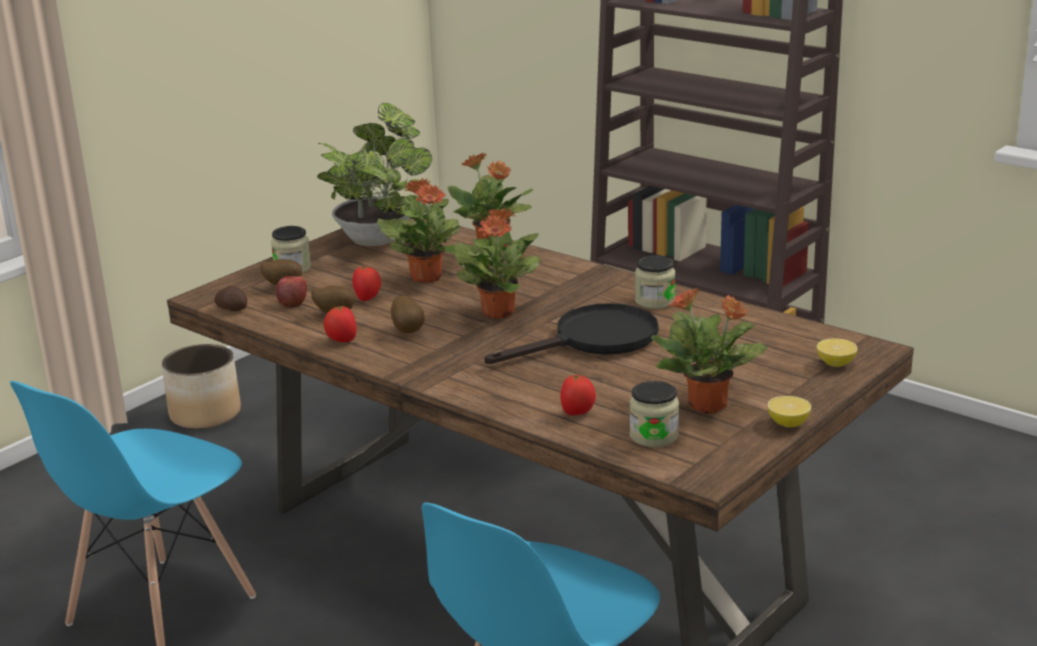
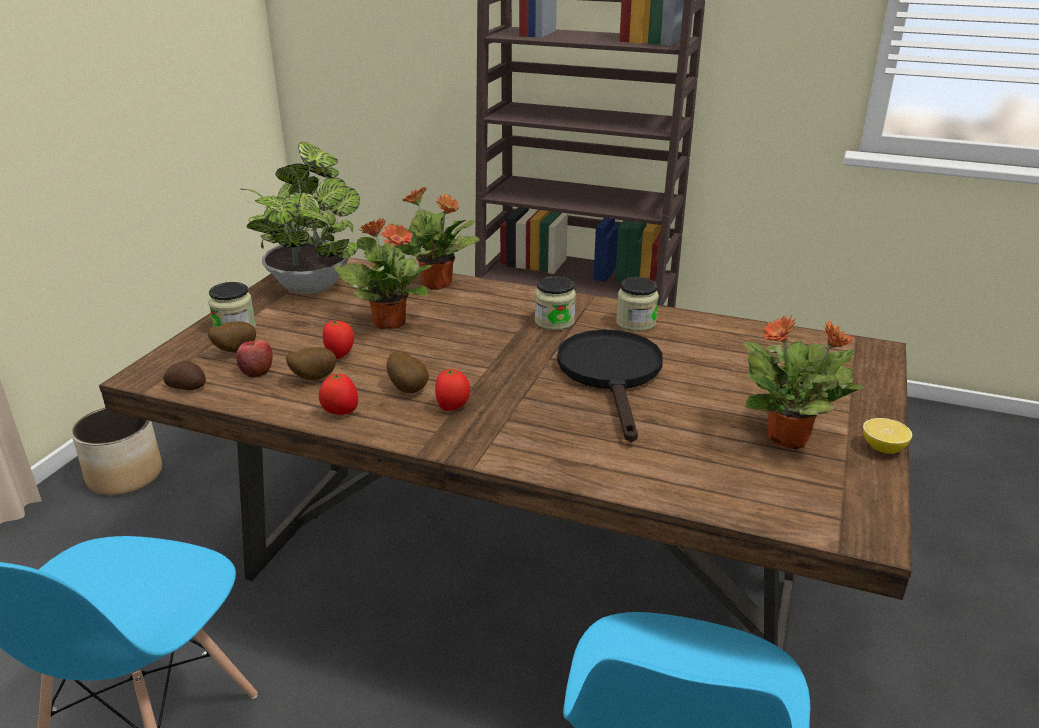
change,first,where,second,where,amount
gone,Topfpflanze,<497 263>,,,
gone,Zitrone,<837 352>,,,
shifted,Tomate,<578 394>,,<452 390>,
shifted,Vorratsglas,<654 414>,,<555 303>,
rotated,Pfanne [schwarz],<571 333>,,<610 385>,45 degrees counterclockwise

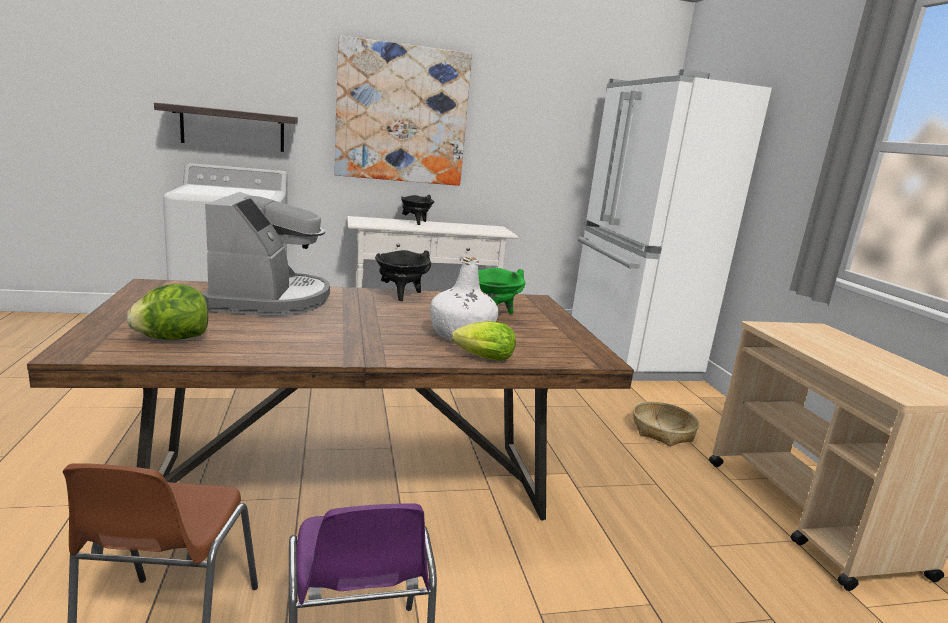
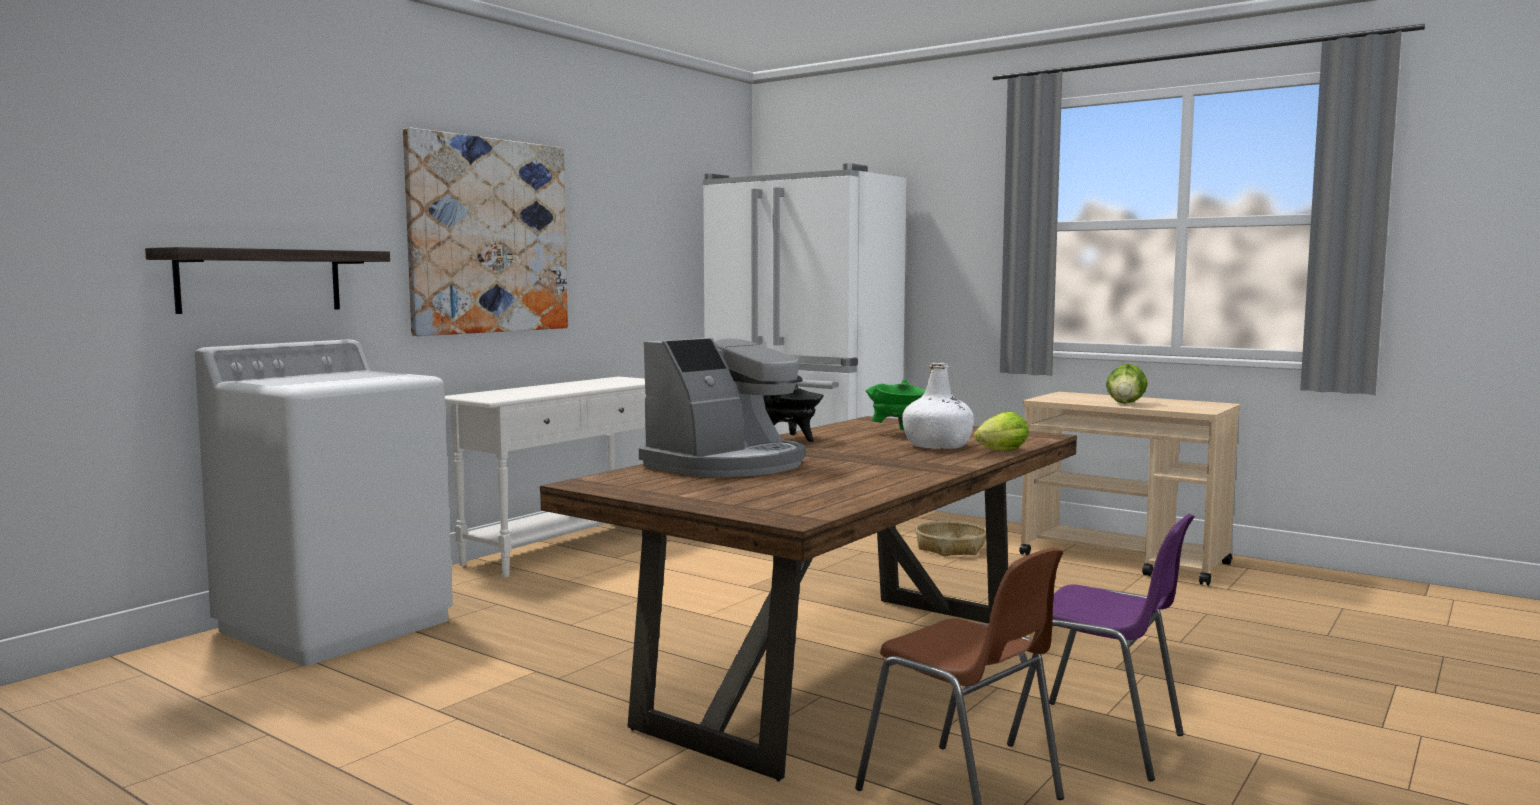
change,first,where,second,where,amount
gone,Kochtopf [schwarz],<417 210>,,,
shifted,Salatkopf,<168 312>,,<1127 384>,
rotated,Kaffeemaschine,<266 254>,,<722 406>,90 degrees clockwise

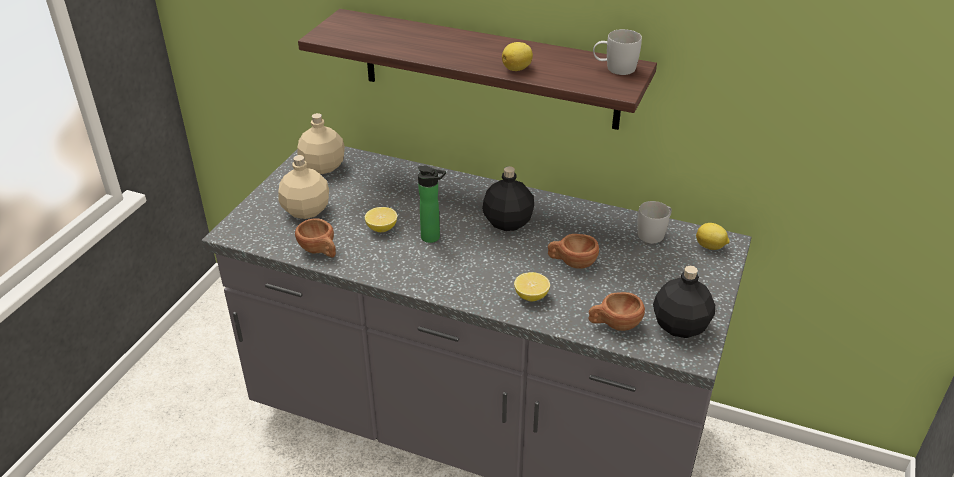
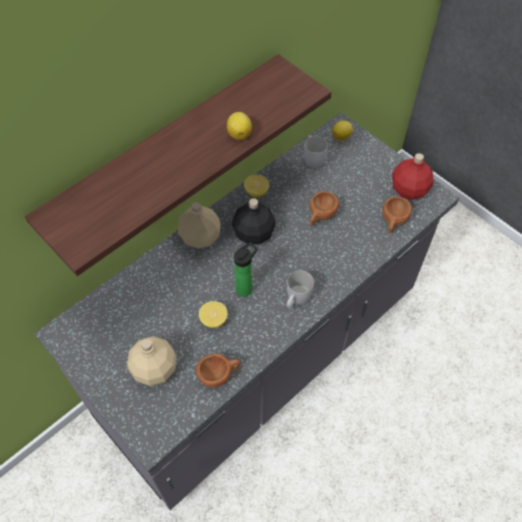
change,first,where,second,where,amount
shifted,Flasche [beige],<321 143>,,<199 225>,
shifted,Zitrone,<532 286>,,<256 186>,
shifted,Henkelbecher [weiß],<617 52>,,<300 289>,
repainted,Flasche [schwarz],<684 302>,Flasche [rot],<413 176>,

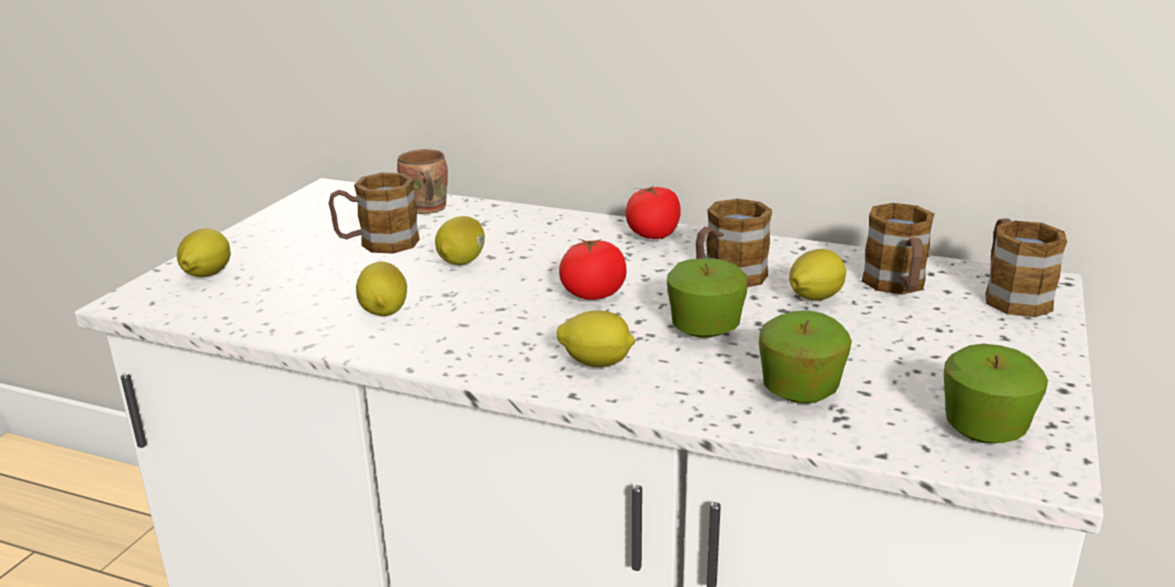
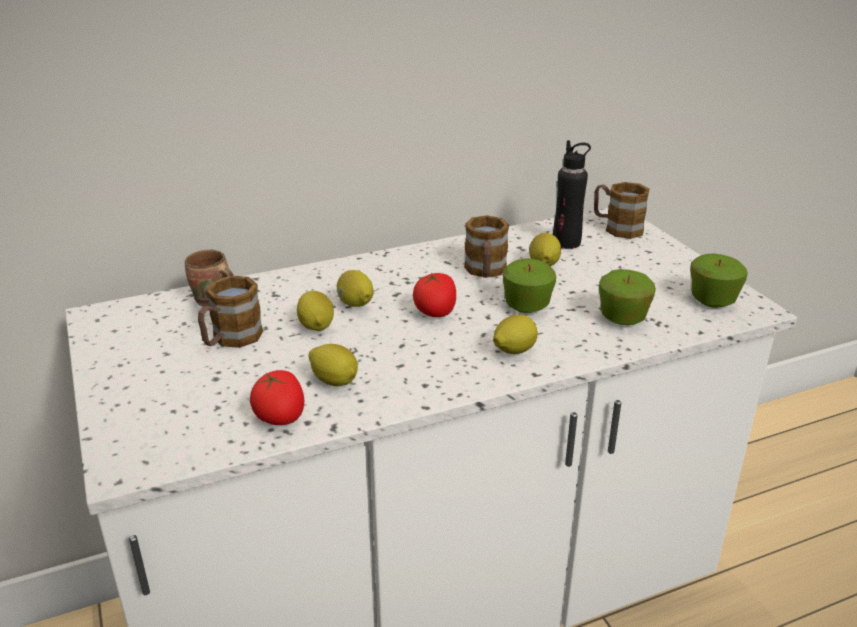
change,first,where,second,where,amount
shifted,Zitrone,<204 252>,,<355 288>,
shifted,Tomate,<653 212>,,<277 397>,
swapped,Henkelbecher,<898 249>,Flasche [schwarz],<572 194>,

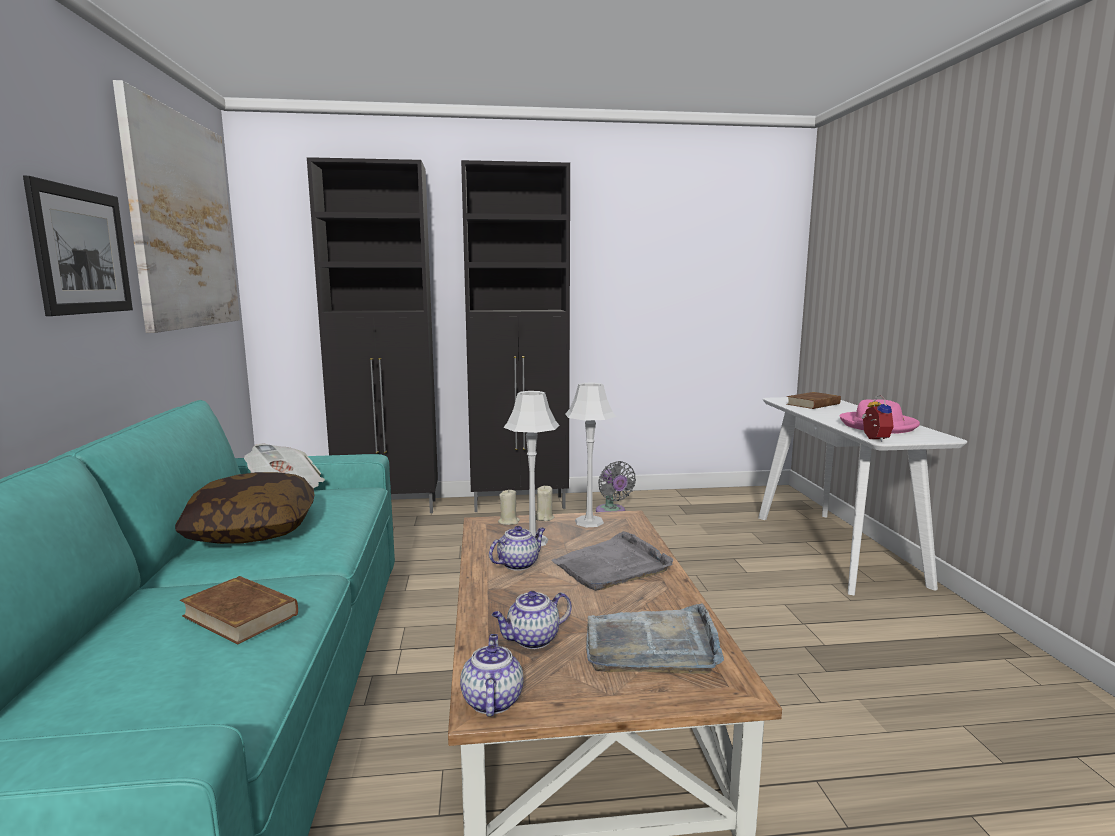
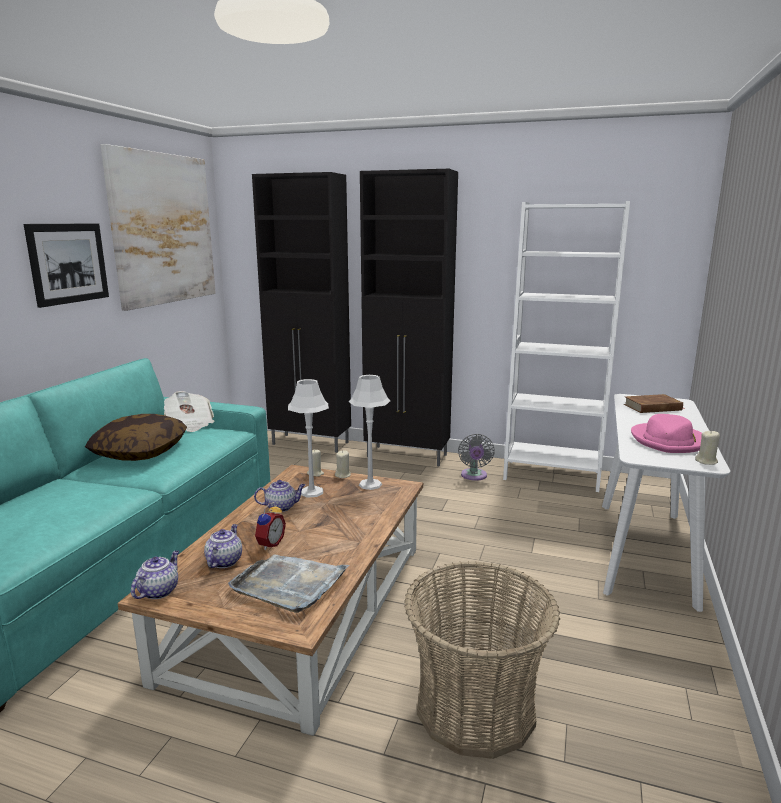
change,first,where,second,where,amount
gone,Buch [braun],<239 610>,,,
gone,Tablett [grau],<612 561>,,,
new,,,Korb,<482 660>,
new,,,Bücherregal [weiß],<566 346>,
new,,,Kerze [beige],<707 447>,
shifted,Wecker,<877 418>,,<270 526>,
rotated,Teekanne,<532 620>,,<223 546>,105 degrees clockwise

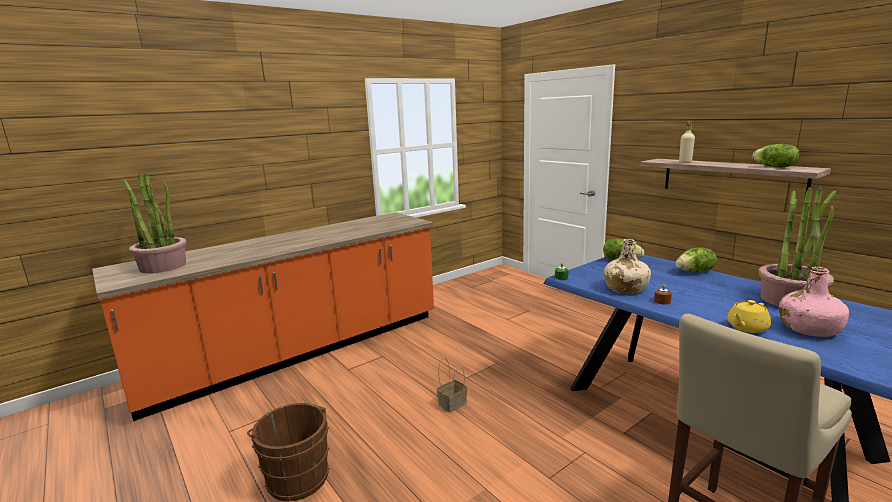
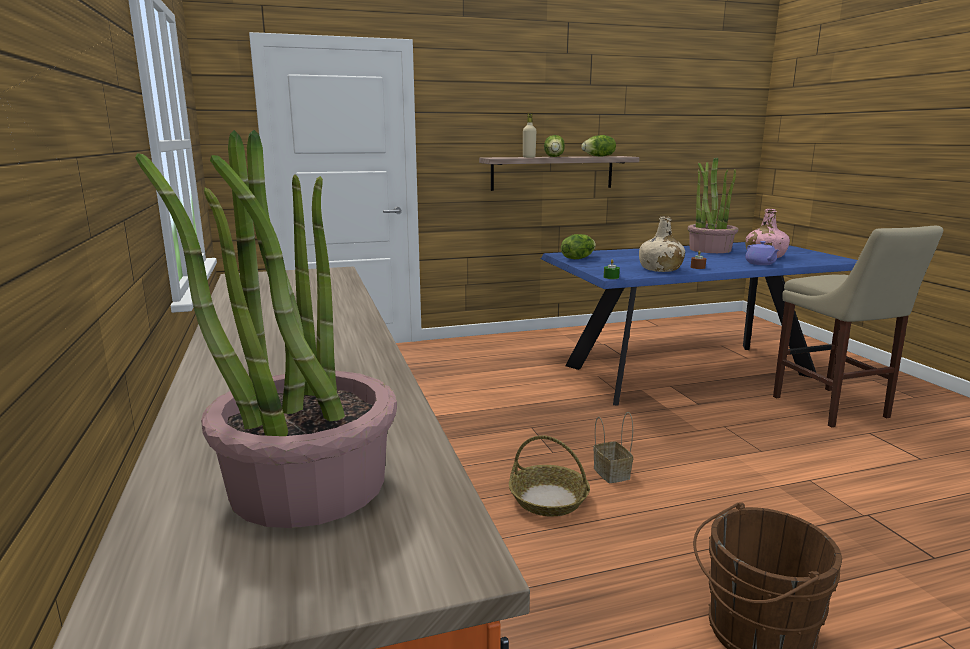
change,first,where,second,where,amount
new,,,Korb,<549 475>,
shifted,Salatkopf,<696 259>,,<554 146>,
repainted,Teekanne [gelb],<749 316>,Teekanne [lila],<762 253>,

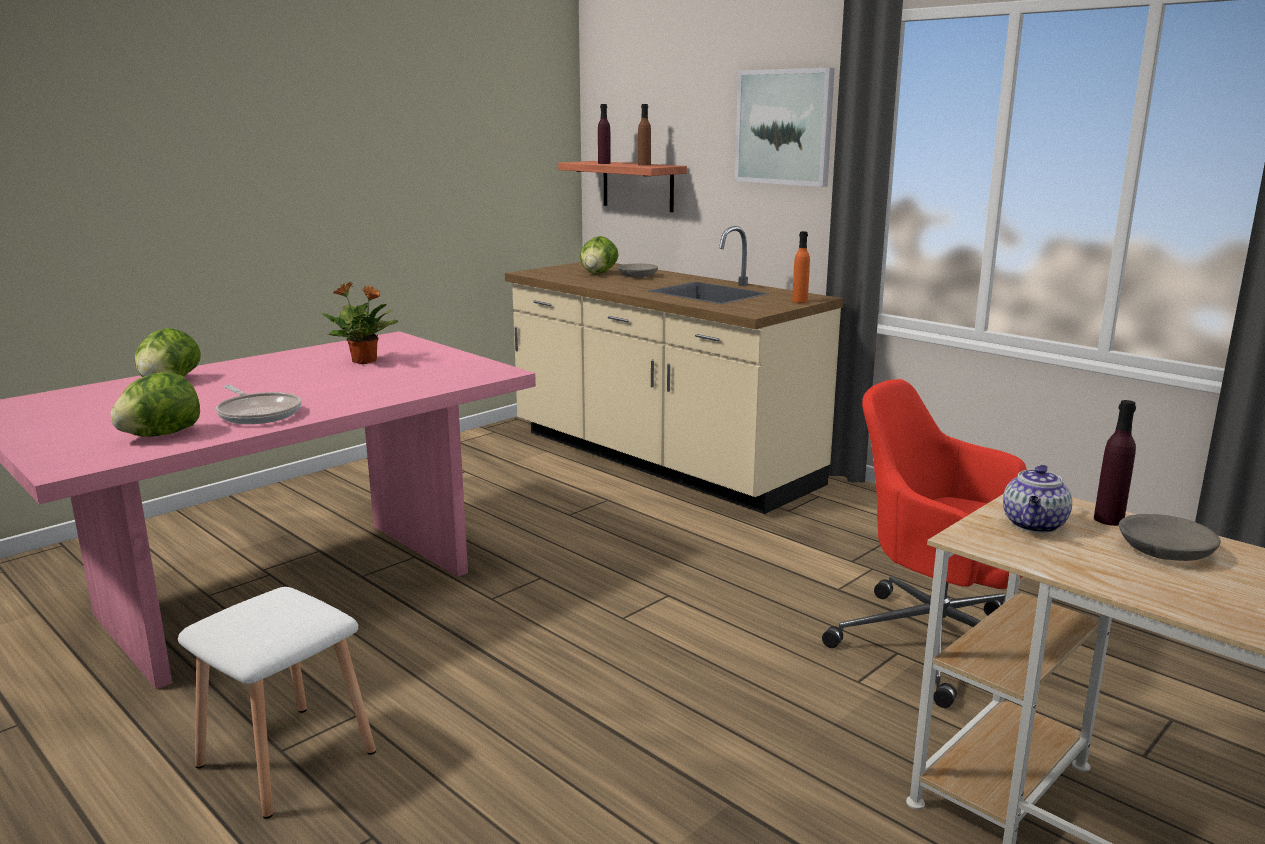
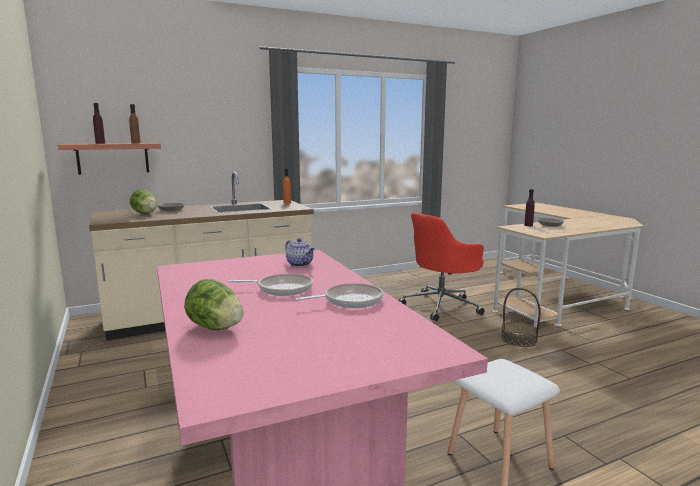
change,first,where,second,where,amount
gone,Salatkopf,<155 404>,,,
gone,Topfpflanze,<360 323>,,,
gone,Bild,<785 127>,,,
new,,,Pfanne,<271 285>,
new,,,Korb,<521 317>,
shifted,Teekanne,<1037 499>,,<299 252>,

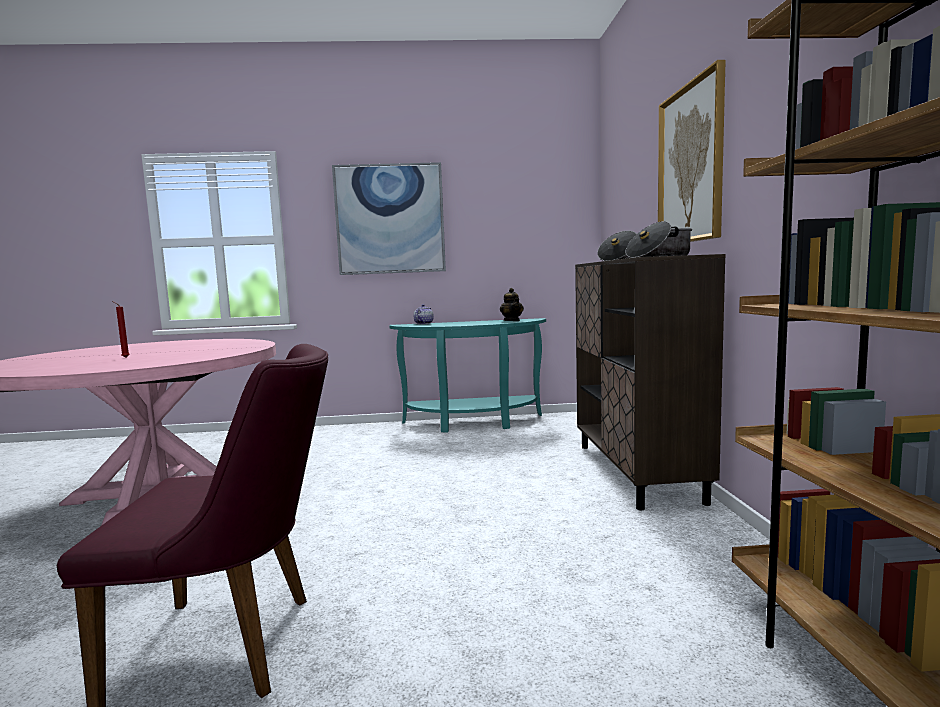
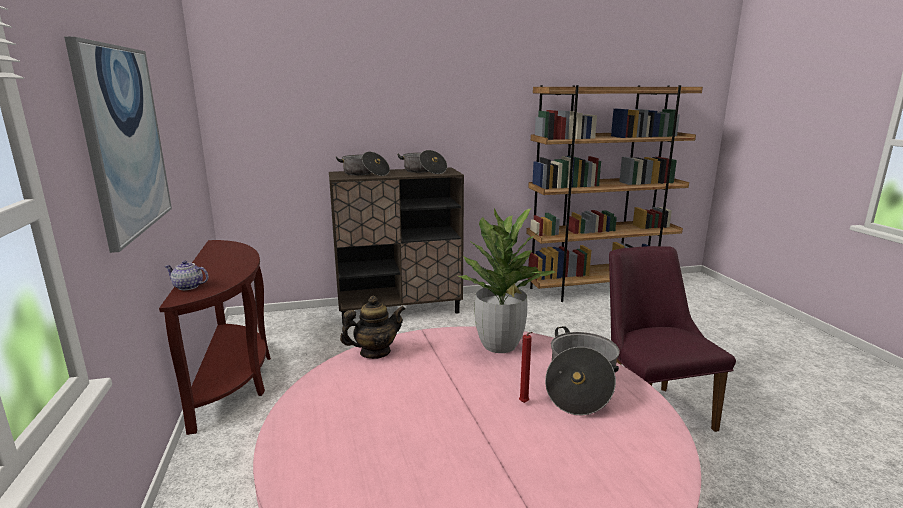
change,first,where,second,where,amount
gone,Bild,<692 151>,,,
new,,,Topfpflanze,<506 280>,
new,,,Kochtopf,<582 371>,
shifted,Teekanne,<512 304>,,<372 327>,
repainted,Konsolentisch [türkis],<467 375>,Konsolentisch [braun],<215 337>,

